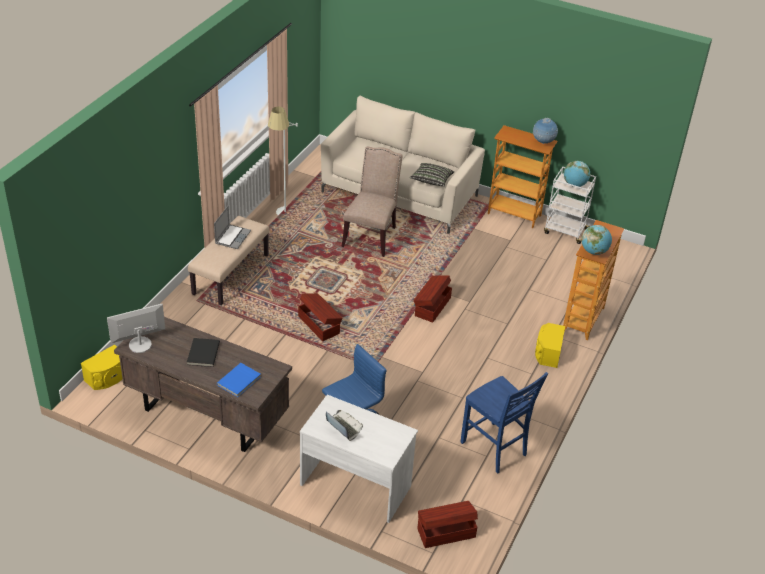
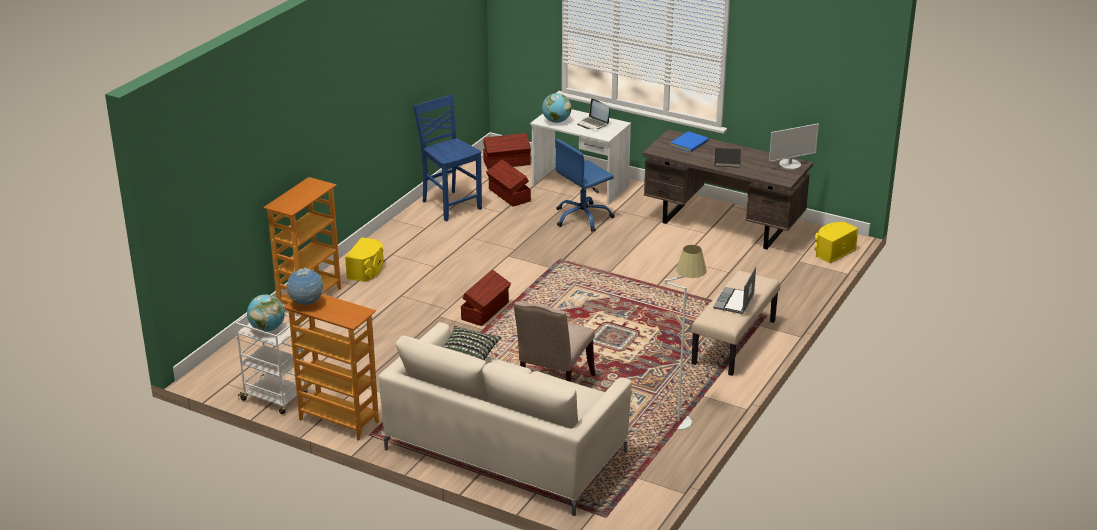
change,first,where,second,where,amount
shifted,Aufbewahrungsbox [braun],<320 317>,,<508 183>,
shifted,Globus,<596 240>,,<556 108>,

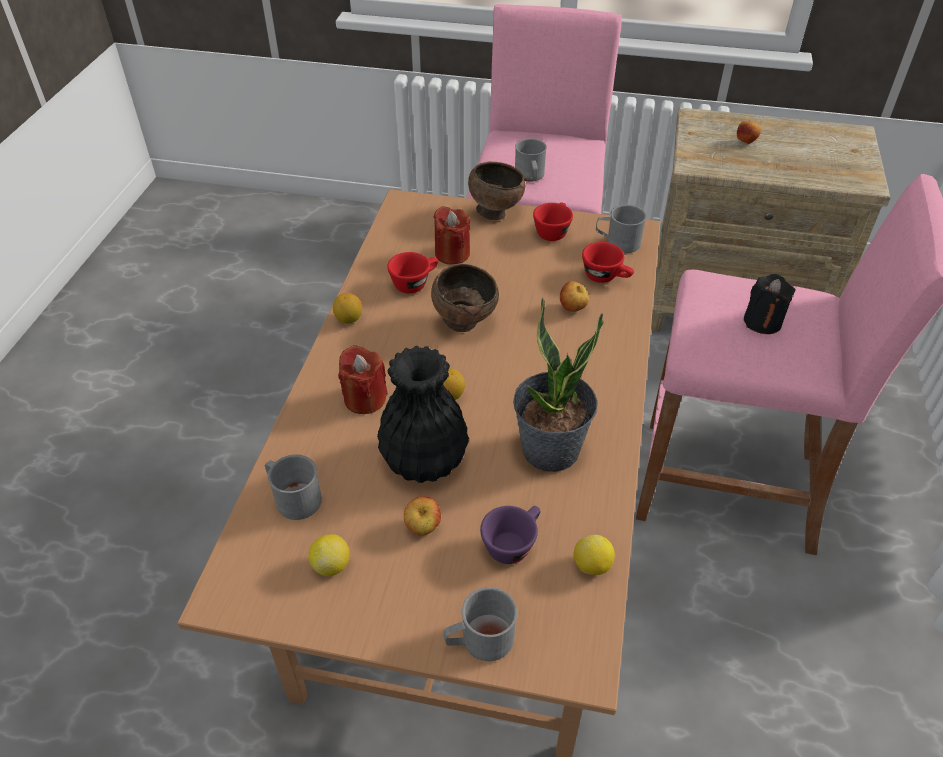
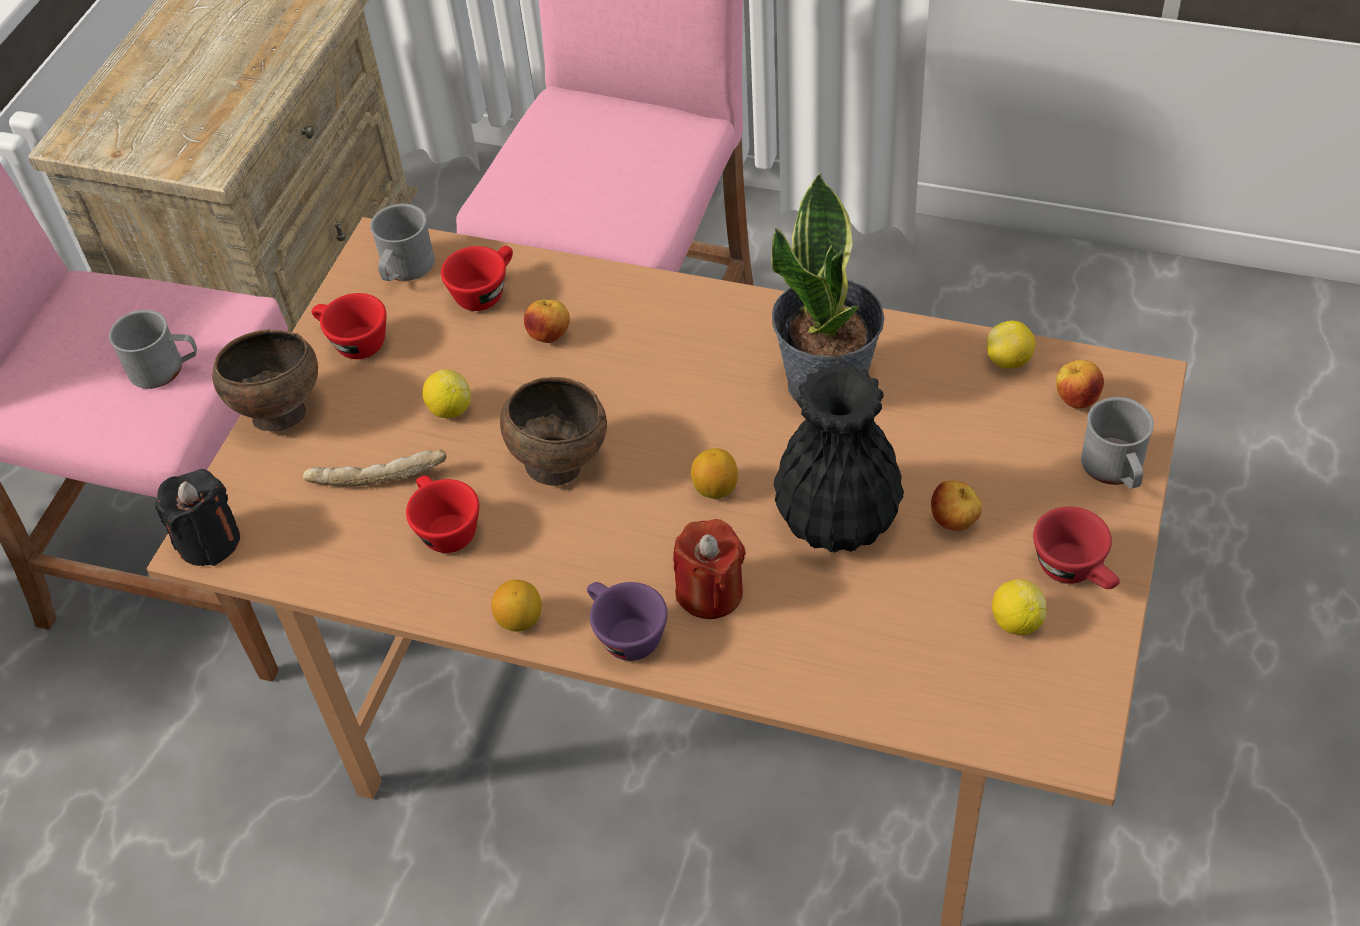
change,first,where,second,where,amount
gone,Henkelbecher [grau],<293 487>,,,
new,,,Zitrone,<447 393>,
new,,,Tasse [rot],<1076 547>,
shifted,Tasse [lila],<510 535>,,<627 621>,
shifted,Apfel,<749 132>,,<1080 384>,
shifted,Kerze [schwarz],<769 304>,,<197 517>,
swapped,Kerze [rot],<451 235>,Brot,<374 468>,

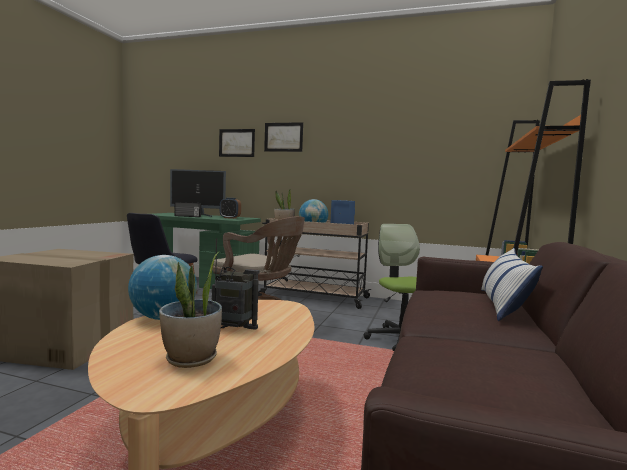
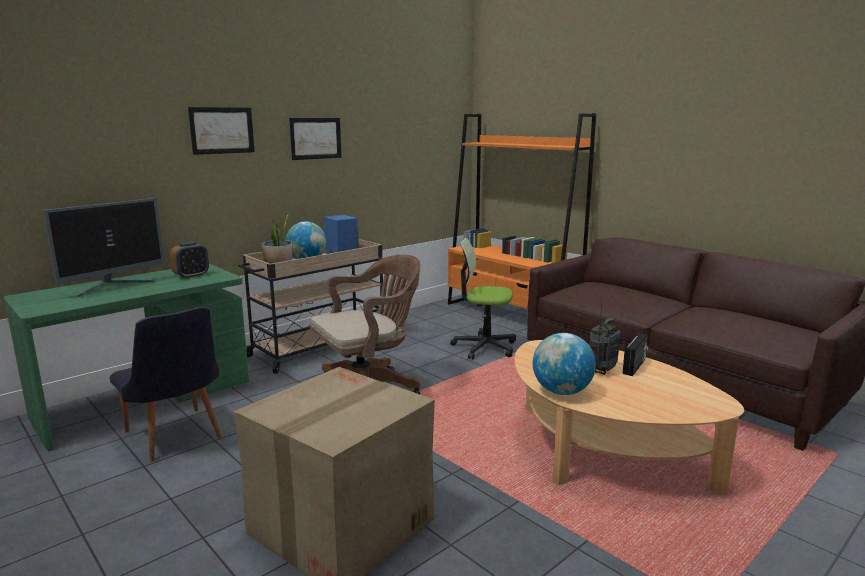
change,first,where,second,where,amount
gone,Topfpflanze,<190 309>,,,
gone,Kissen,<512 284>,,,
shifted,Radio,<188 209>,,<635 354>,
shifted,Bild,<237 143>,,<315 139>,

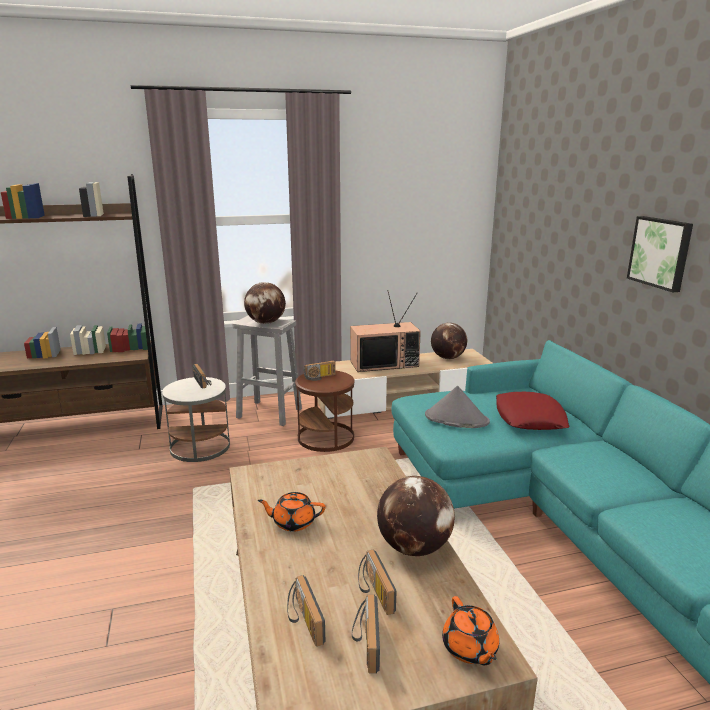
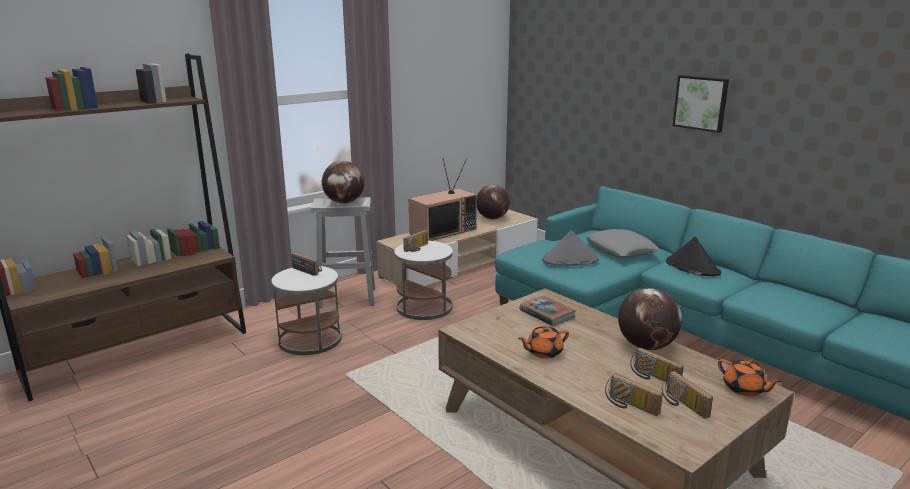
change,first,where,second,where,amount
new,,,Buch,<547 311>,
new,,,Hut [schwarz],<693 256>,
repainted,Beistelltisch [braun],<325 411>,Beistelltisch [weiß],<423 280>,
repainted,Kissen [rot],<532 411>,Kissen [grau],<622 243>,

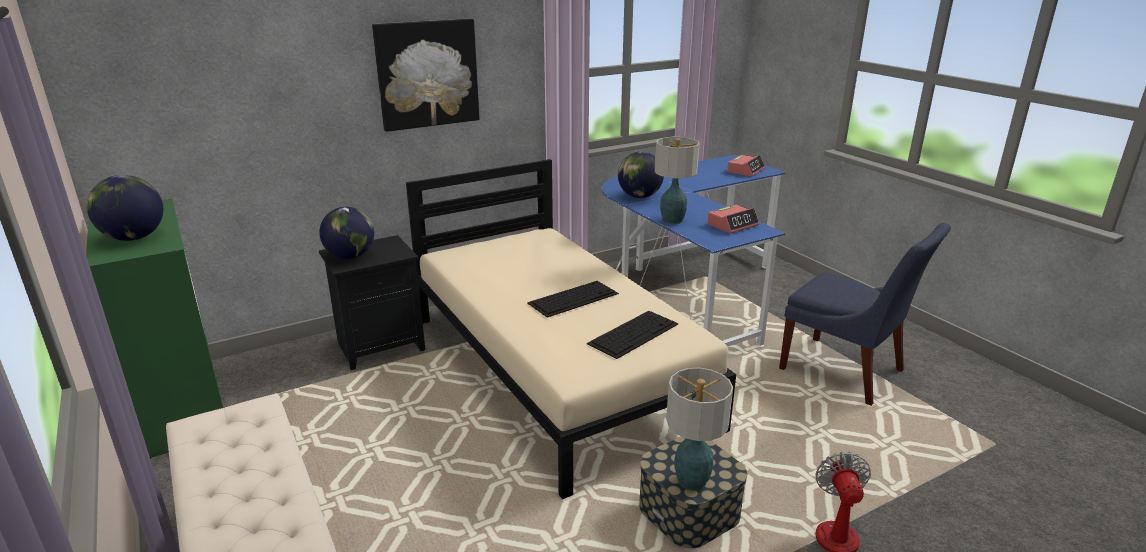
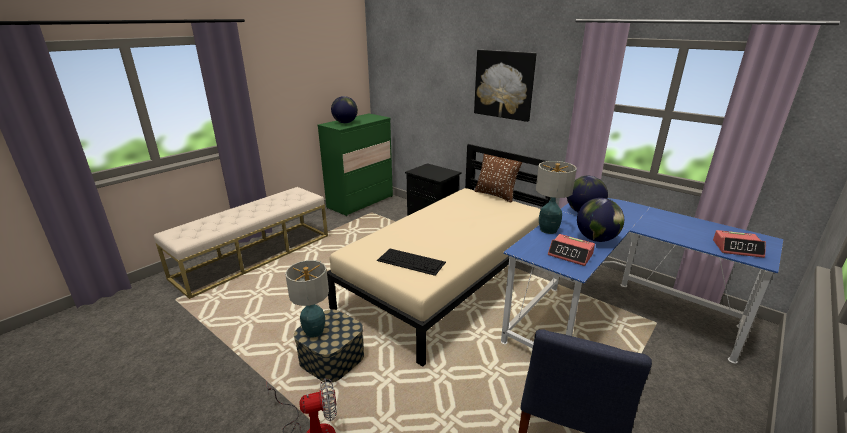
change,first,where,second,where,amount
gone,Tastatur,<573 299>,,,
new,,,Kissen [braun],<498 178>,
shifted,Globus,<346 233>,,<600 220>,

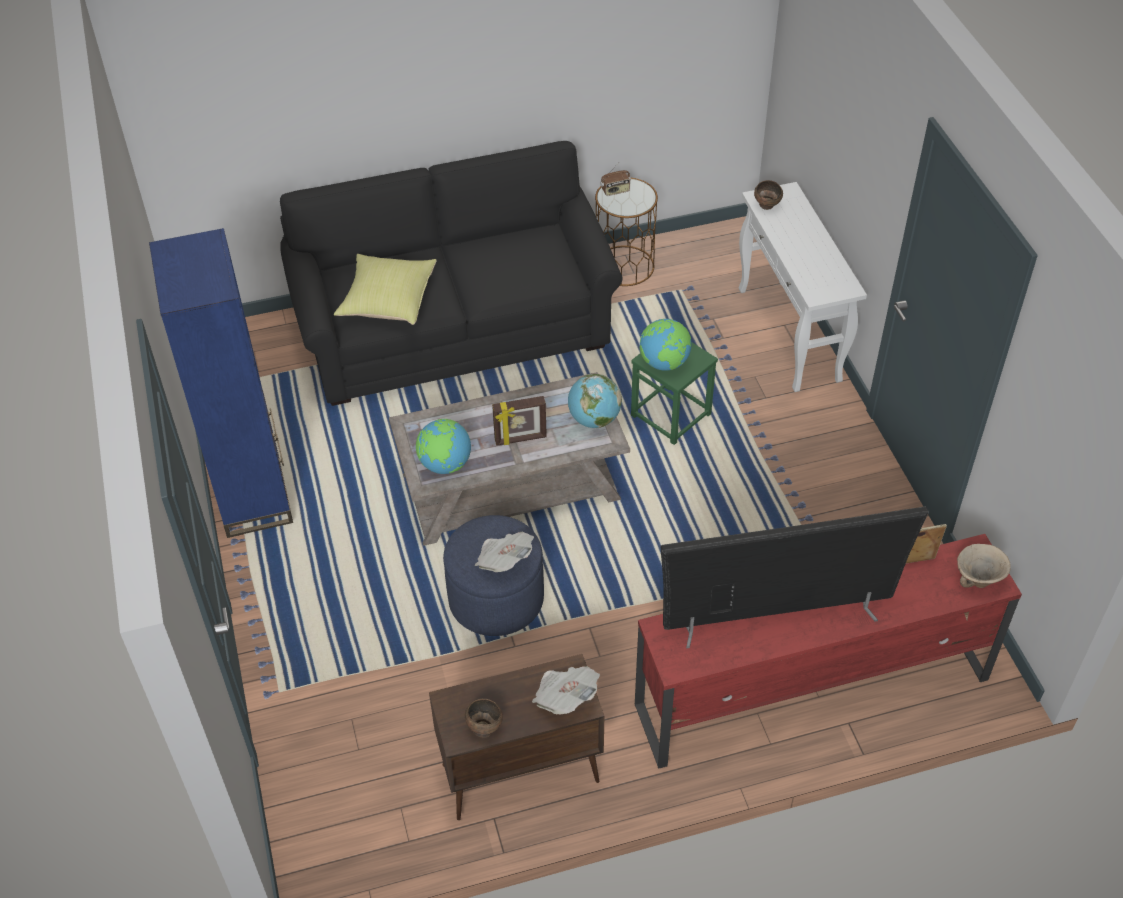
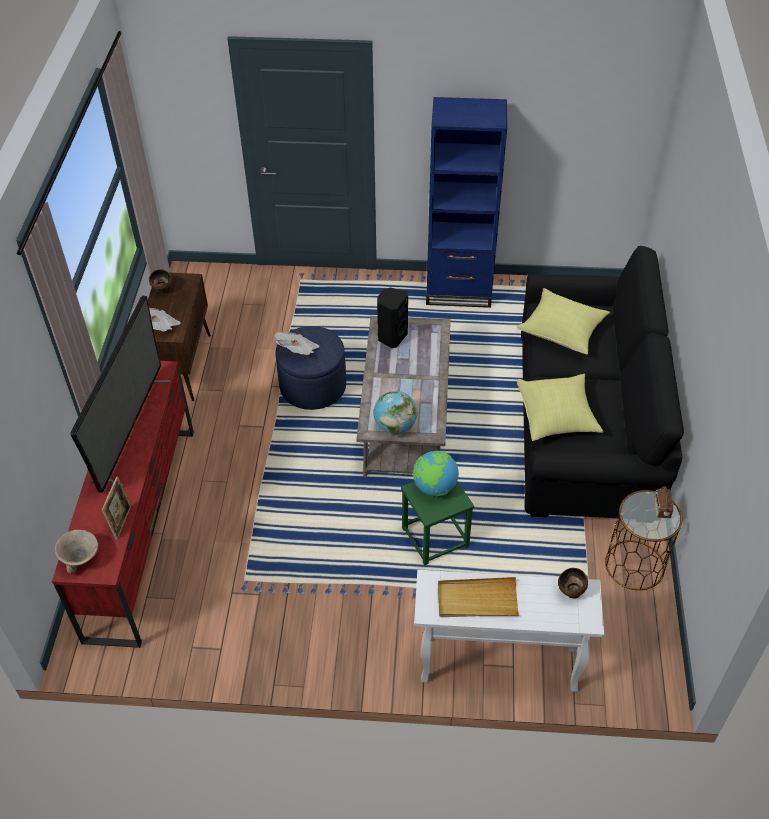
change,first,where,second,where,amount
gone,Bilderrahmen,<519 421>,,,
new,,,Tablett [beige],<479 597>,
new,,,Kissen [gelb],<560 407>,
swapped,Globus,<443 446>,Lautsprecher [schwarz],<392 317>,

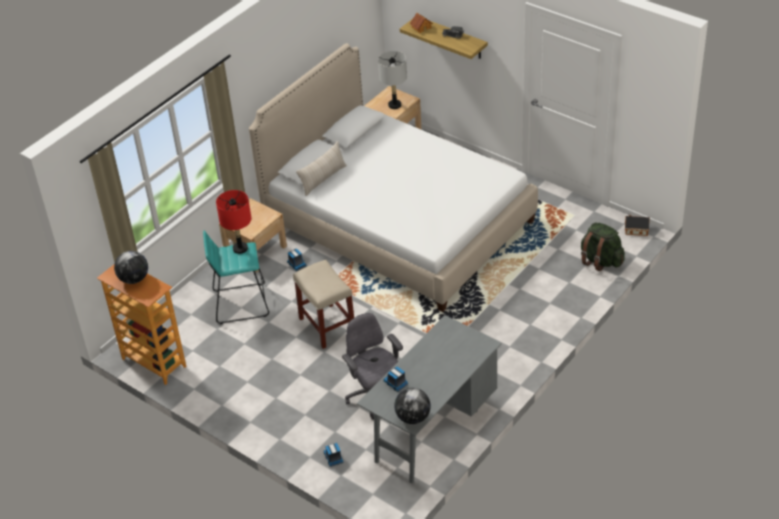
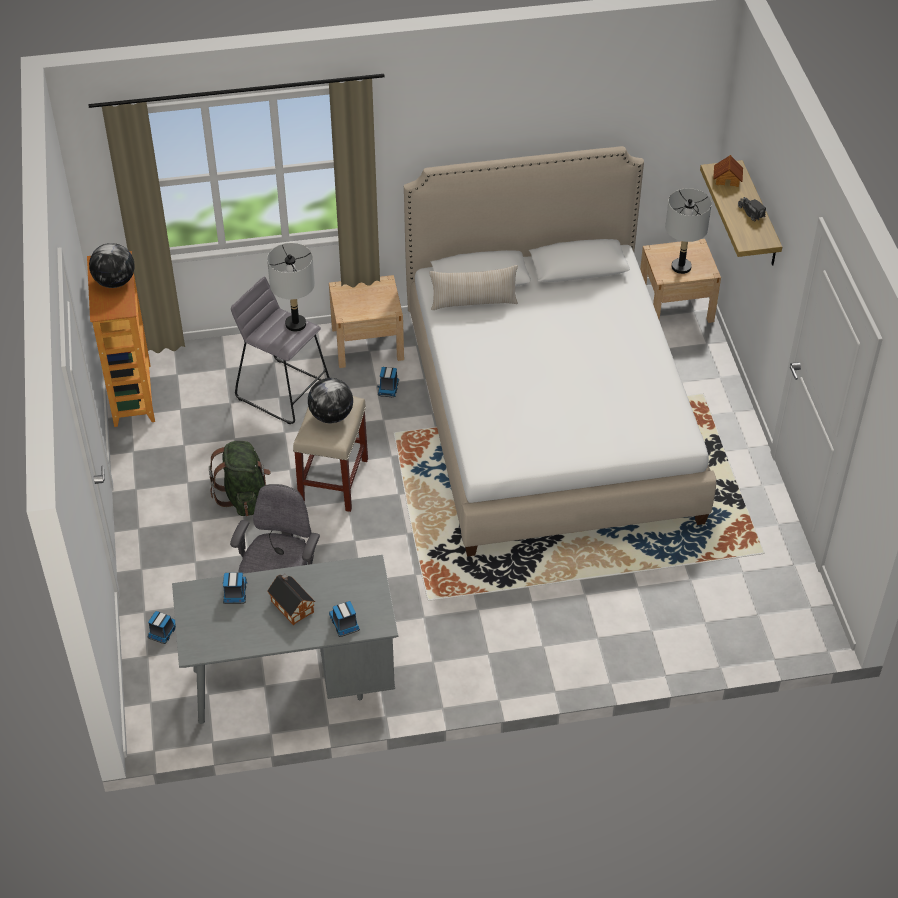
change,first,where,second,where,amount
new,,,Spielzeuglaster,<344 619>,
shifted,Globus,<412 406>,,<330 400>,
shifted,Rucksack [grün],<603 246>,,<240 478>,
shifted,Spielzeughaus,<637 224>,,<291 599>,
repainted,Hocker [türkis],<236 277>,Hocker [grau],<280 350>,
repainted,Tischlampe [rot],<233 222>,Tischlampe [grau],<291 287>,

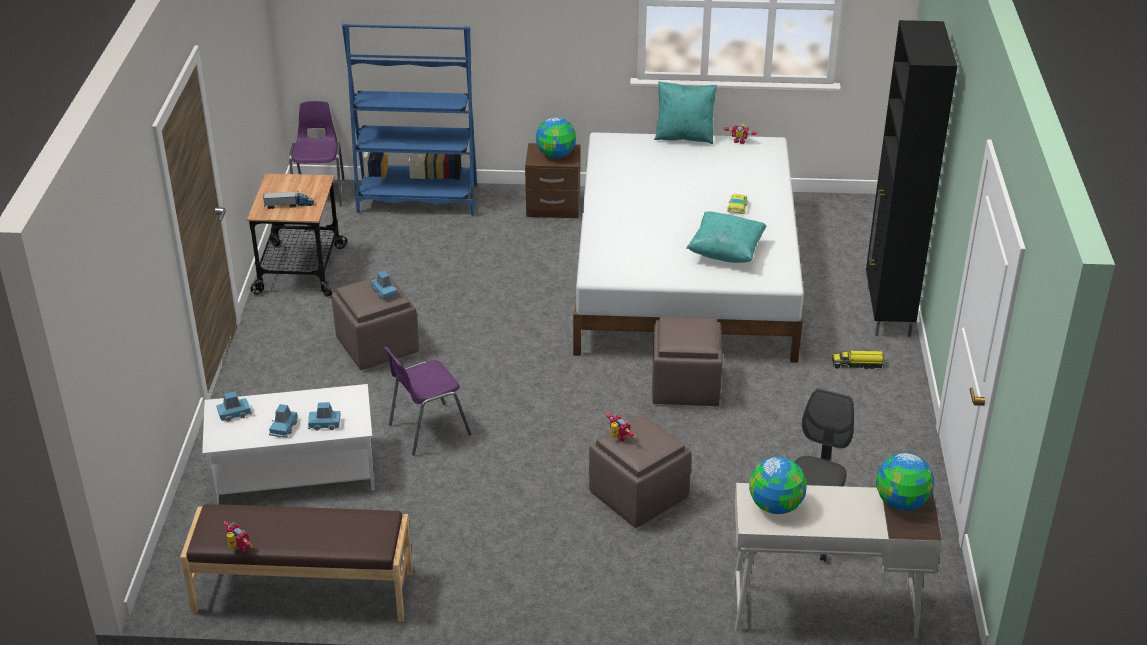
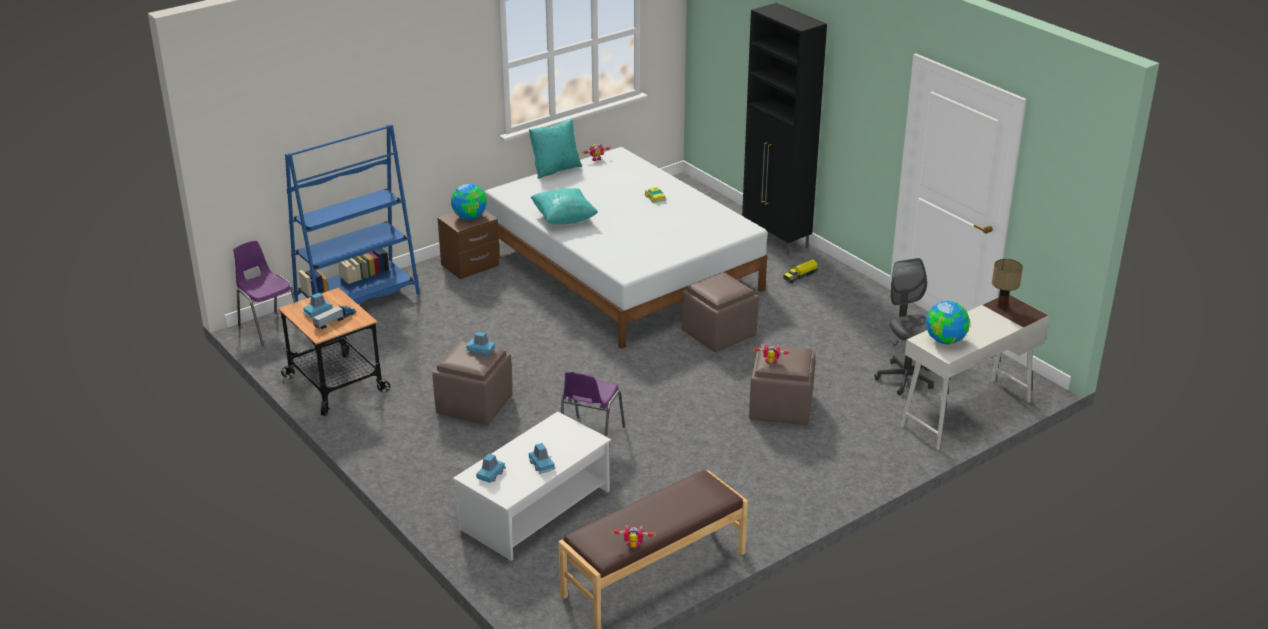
change,first,where,second,where,amount
shifted,Spielzeugauto [blau],<324 416>,,<317 306>,
shifted,Kissen [türkis],<726 237>,,<564 206>,
swapped,Globus,<905 481>,Tischlampe,<1007 284>,

